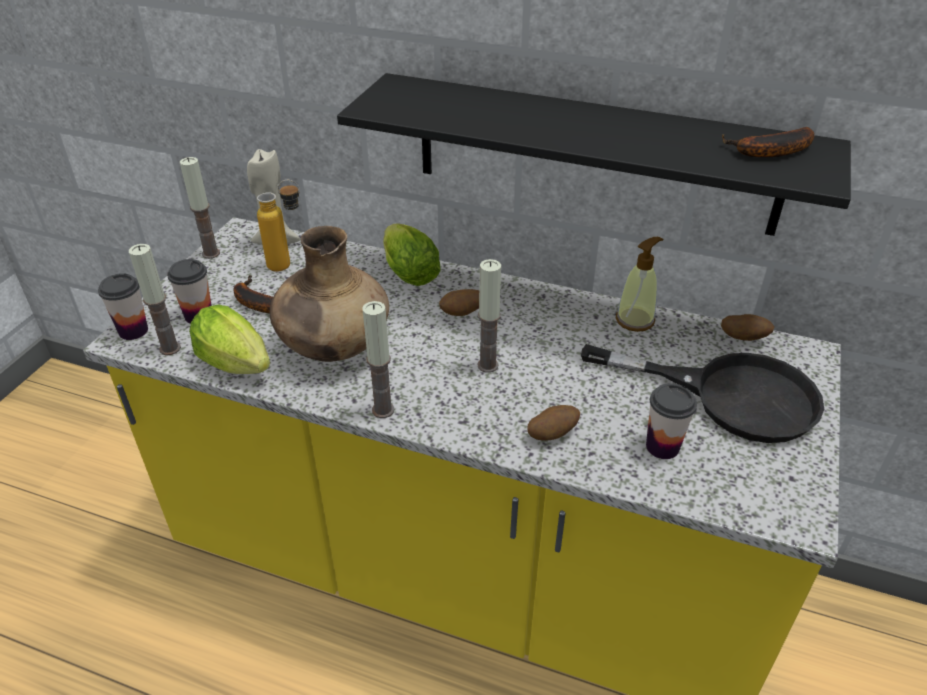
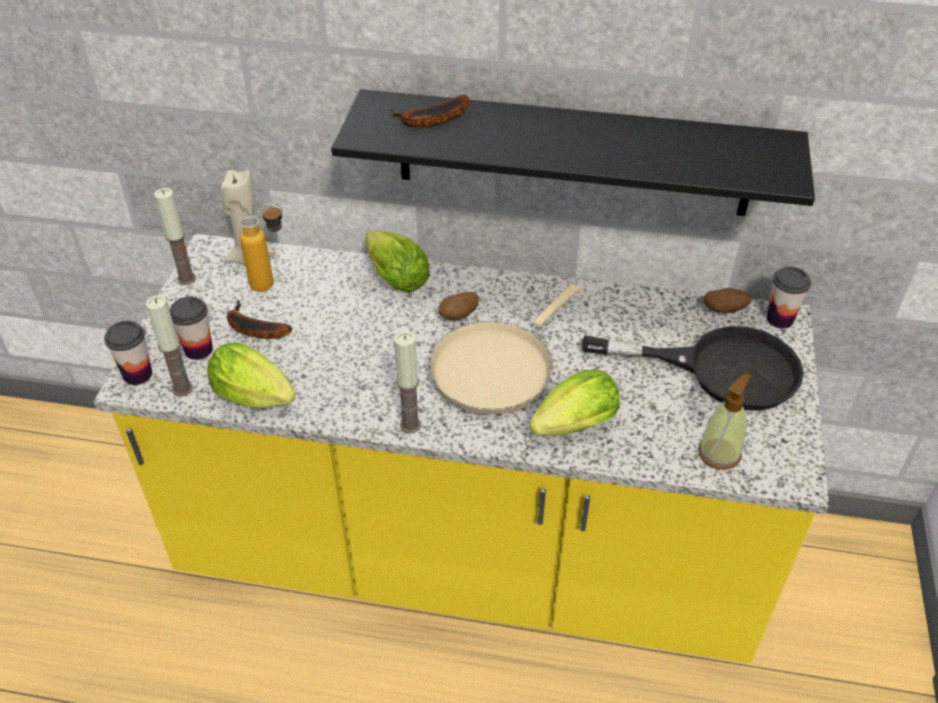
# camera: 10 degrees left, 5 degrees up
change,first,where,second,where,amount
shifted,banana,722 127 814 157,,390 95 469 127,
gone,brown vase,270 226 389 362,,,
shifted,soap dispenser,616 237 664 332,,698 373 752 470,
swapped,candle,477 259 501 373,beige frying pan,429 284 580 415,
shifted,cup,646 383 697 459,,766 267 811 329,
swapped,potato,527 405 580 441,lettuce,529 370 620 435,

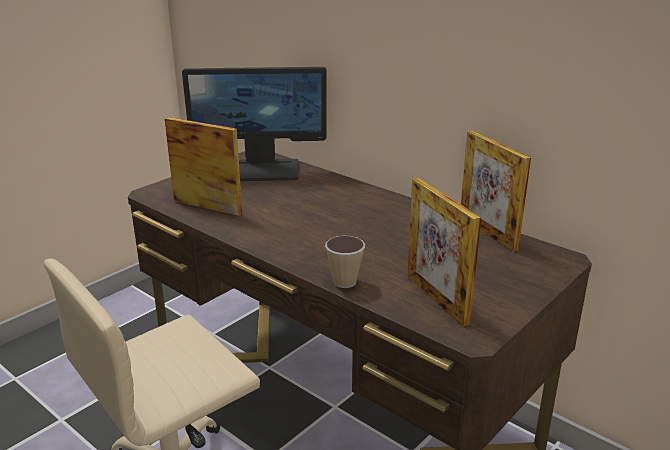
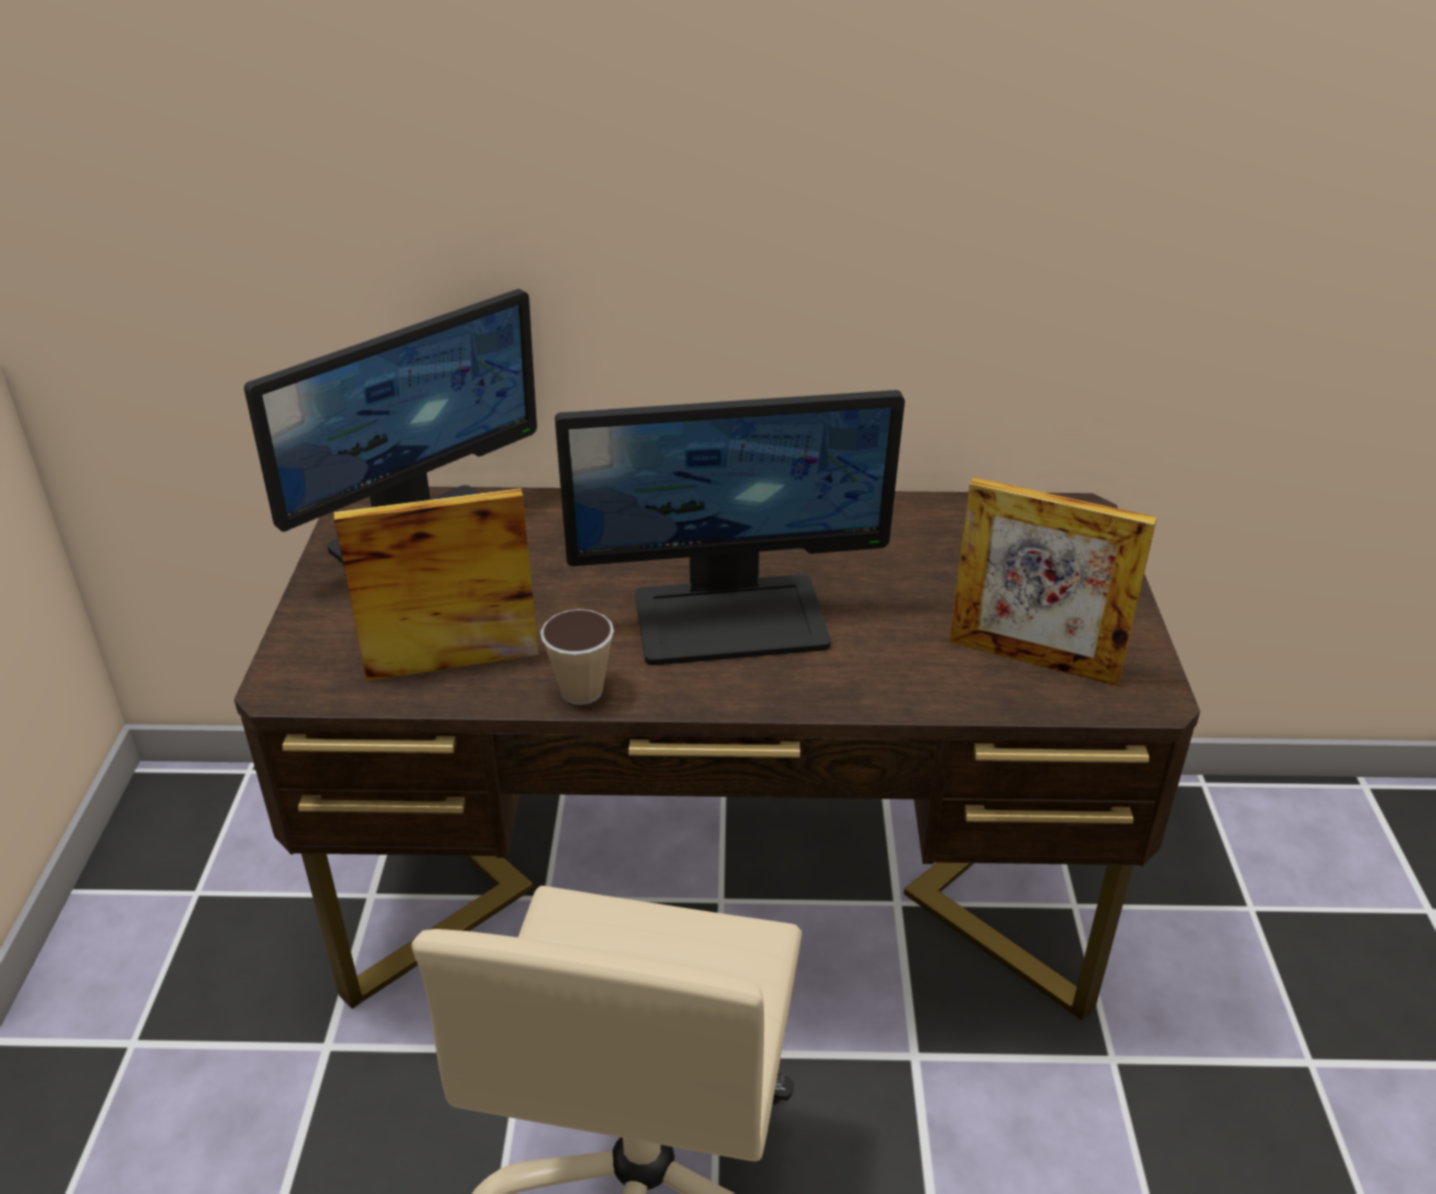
# camera: 40 degrees left, 10 degrees up
change,first,where,second,where,amount
gone,picture frame,461 131 531 252,,,
shifted,cup,325 236 365 288,,540 609 614 705,
new,,,monitor,555 390 905 665,

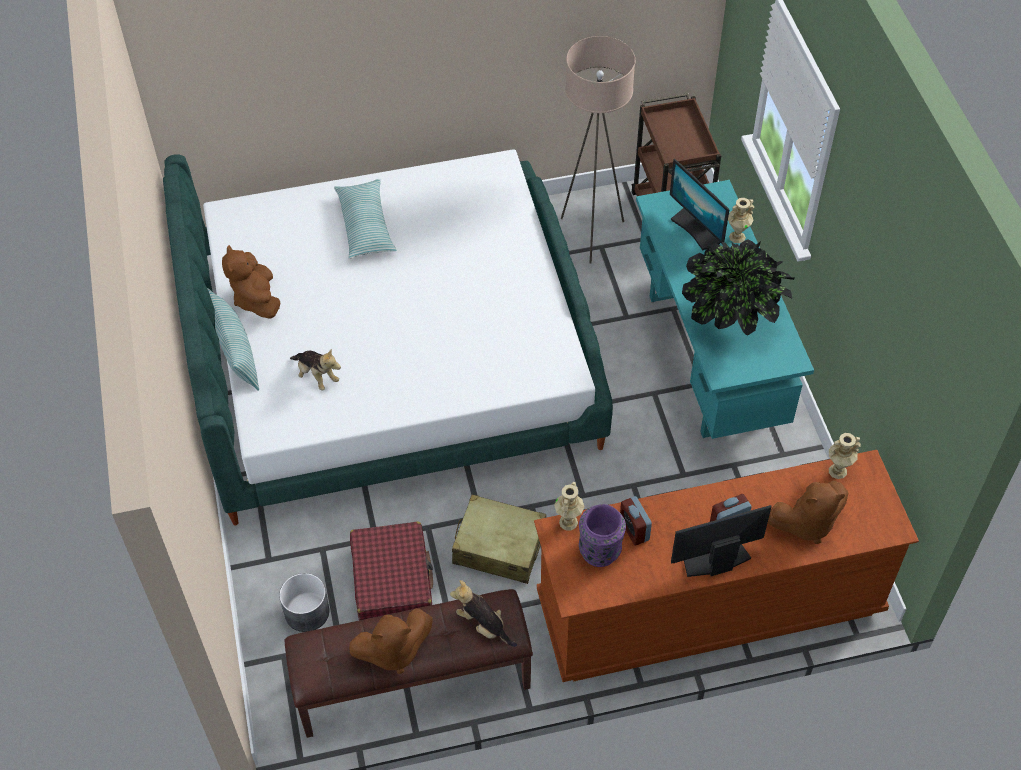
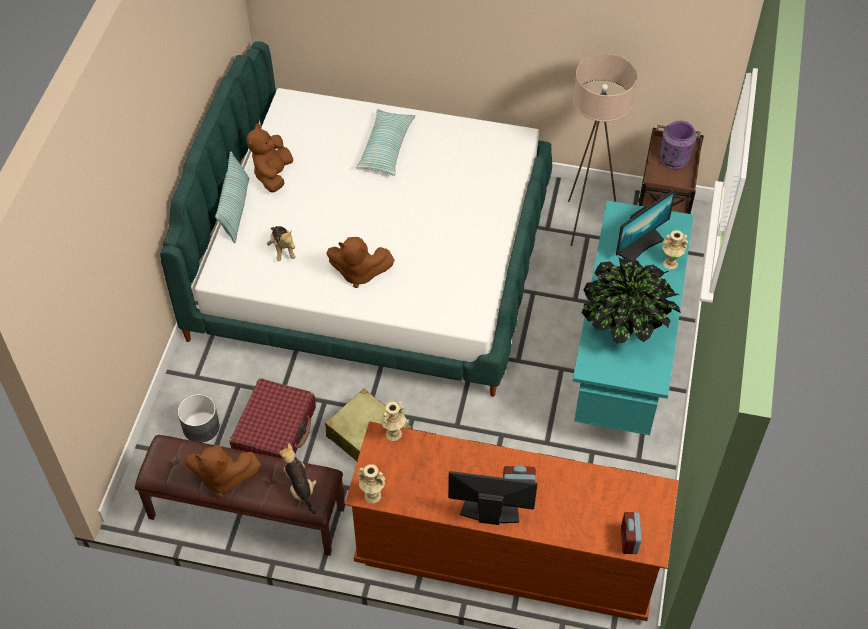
# camera: 25 degrees right, 0 degrees up
change,first,where,second,where,amount
rotated,monitor,670 159 730 250,,616 189 676 263,120 degrees counterclockwise
shifted,beige vase,829 433 861 479,,358 464 385 503,
shifted,brown plush toy,768 481 849 544,,326 237 395 288,
shifted,alarm clock,620 496 652 546,,621 512 642 554,
shifted,purple vase,579 504 626 567,,660 121 697 169,

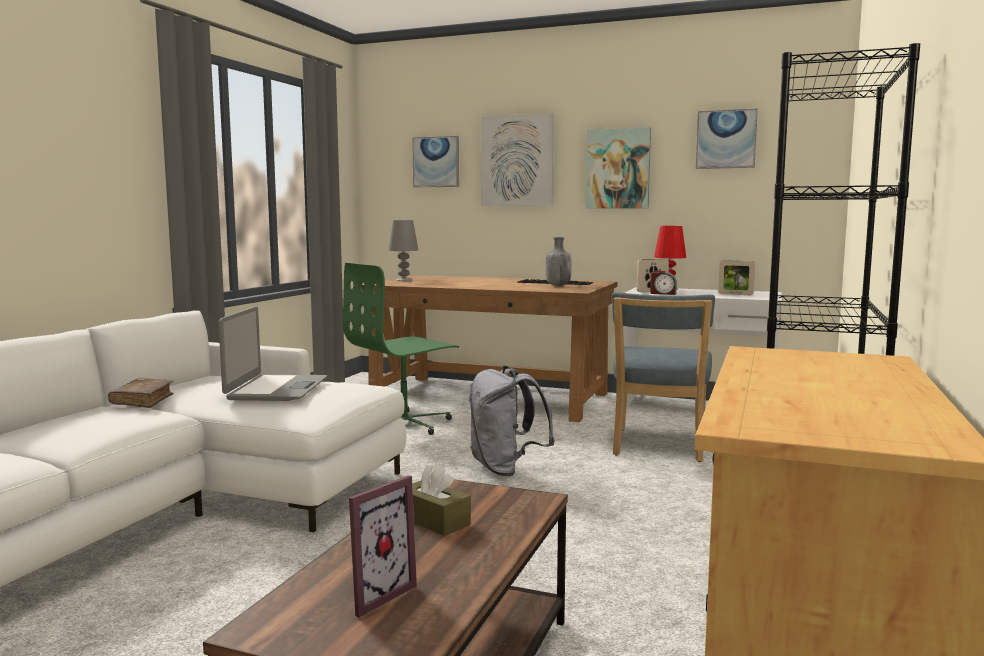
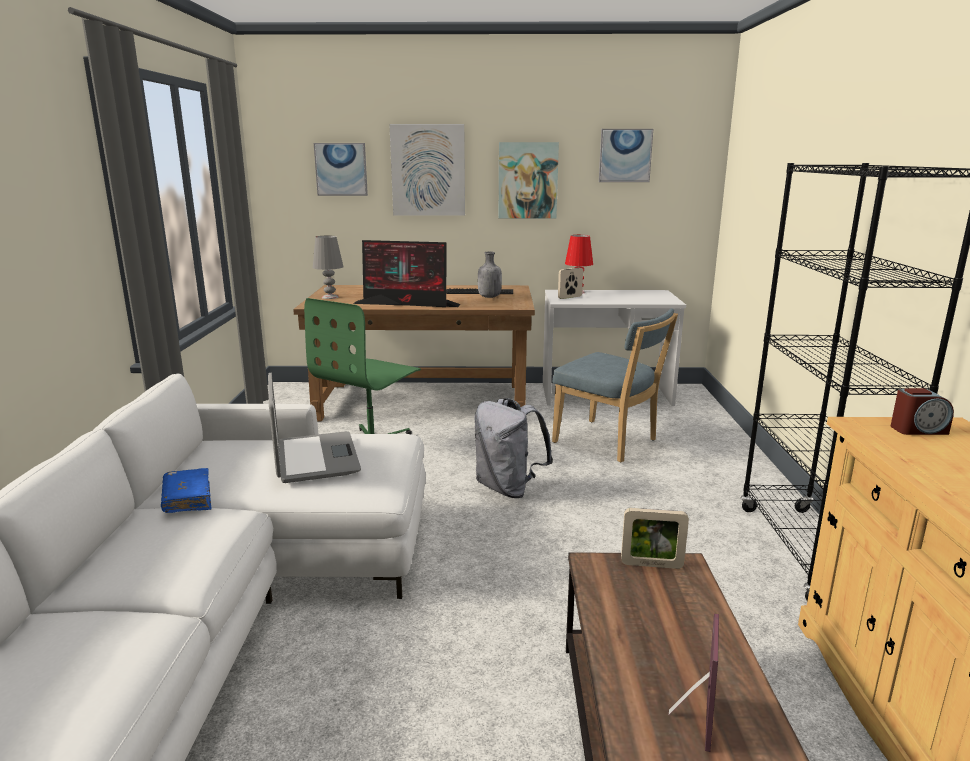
# camera: 20 degrees left, 10 degrees up
change,first,where,second,where,amount
shifted,picture frame,718 260 755 295,,621 508 689 569,
shifted,alarm clock,650 271 677 295,,891 388 954 435,
rotated,blue chair,612 292 715 462,,552 308 678 462,45 degrees counterclockwise
repainted,brown book,108 378 173 408,blue book,161 468 212 513,
gone,brown tissue box,412 463 471 536,,,
new,,,monitor,353 240 460 307,

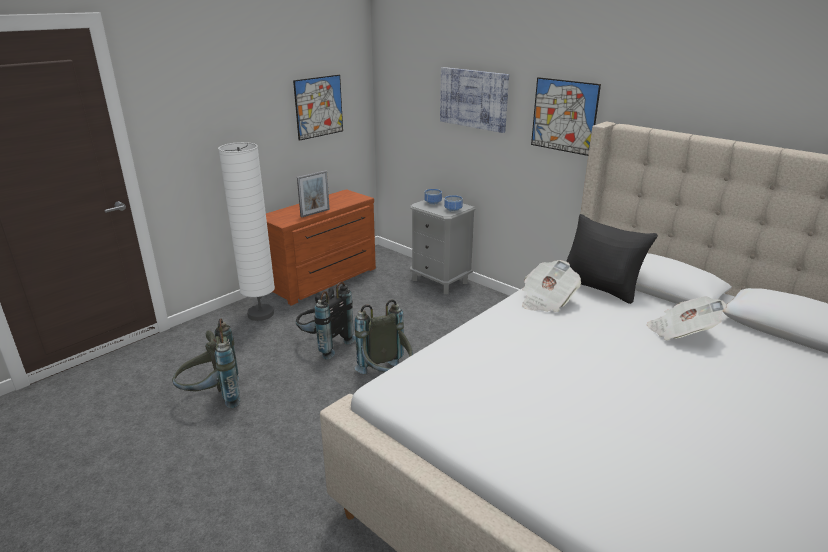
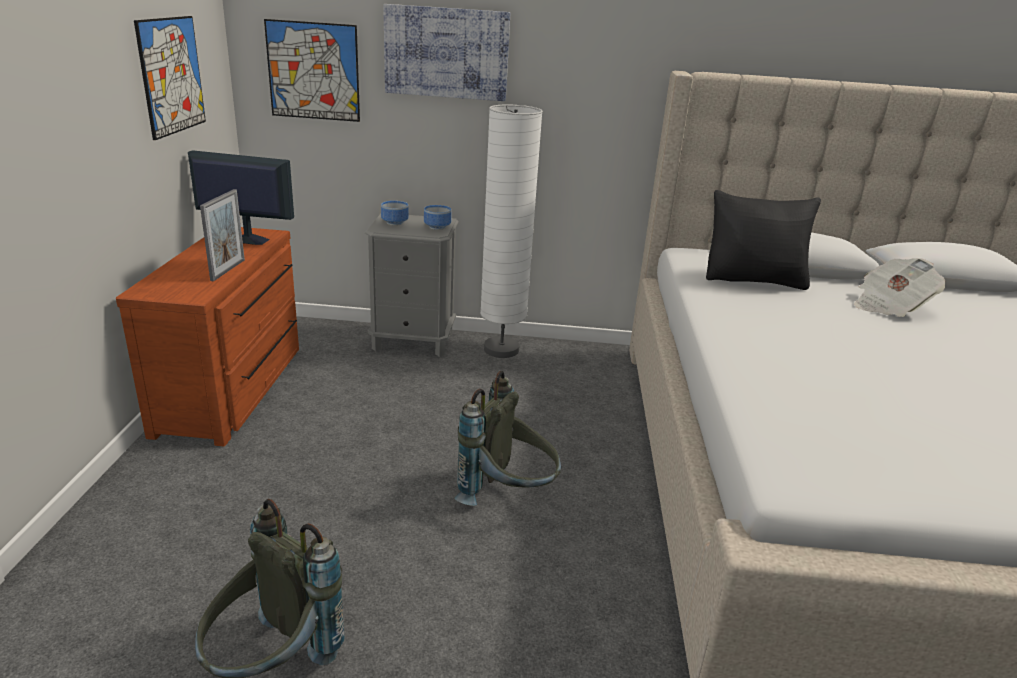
# camera: 40 degrees left, 0 degrees up
change,first,where,second,where,amount
shifted,picture,531 77 601 156,,264 19 360 122,
shifted,white floor lamp,218 142 275 321,,480 104 543 358,
gone,newspaper,522 260 581 312,,,
gone,black backpack,296 282 355 360,,,
new,,,monitor,188 150 294 245,

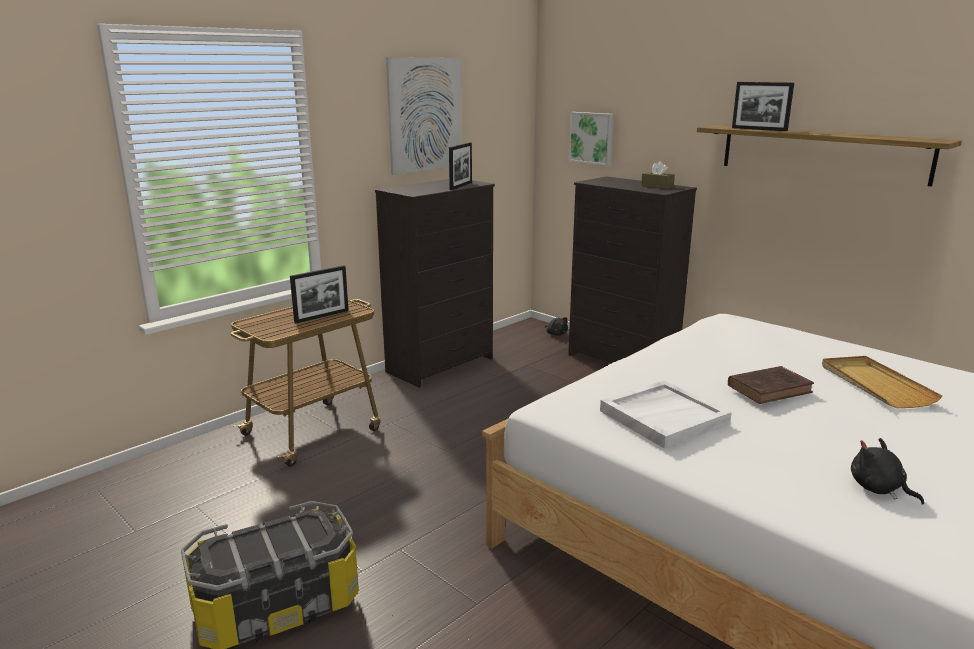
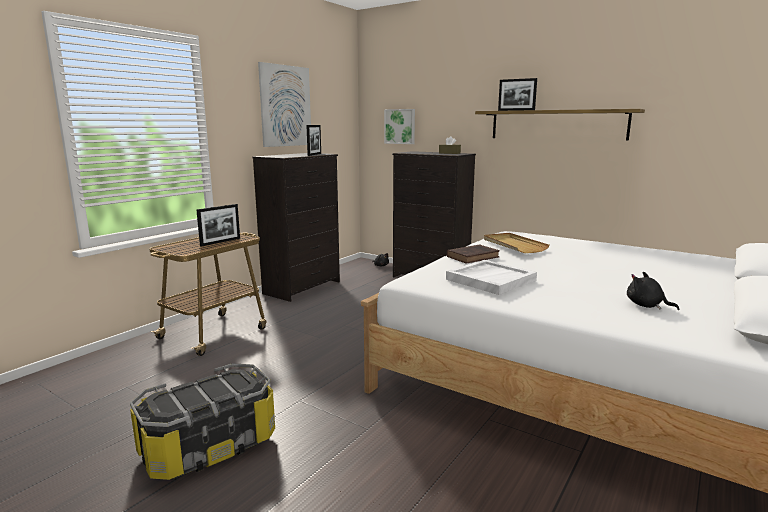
# camera: 10 degrees left, 5 degrees down
change,first,where,second,where,amount
shifted,beige tray,822 356 943 408,,484 233 550 253,
shifted,brown book,728 366 814 404,,447 245 500 264,

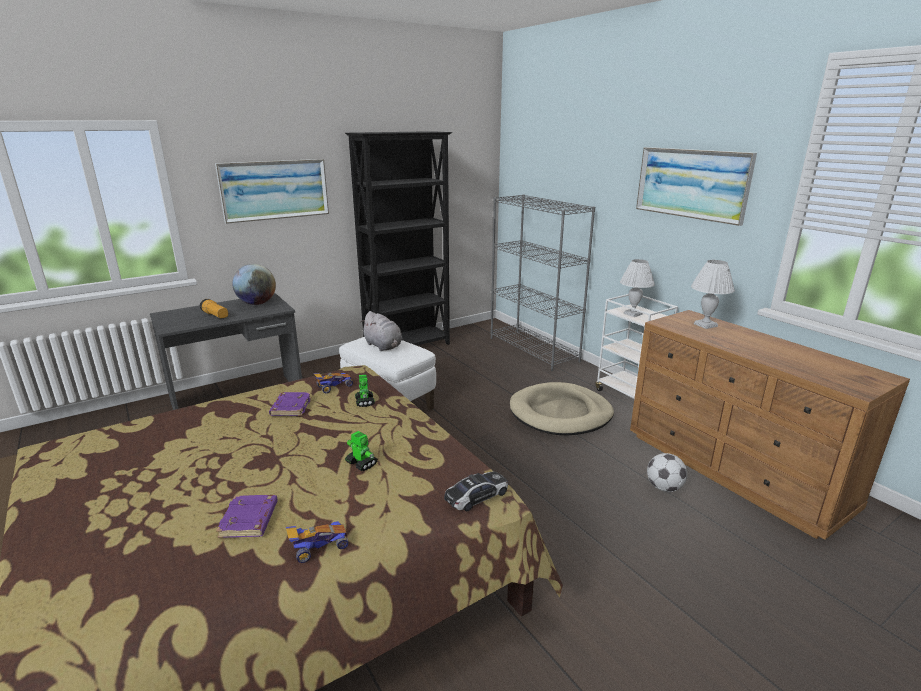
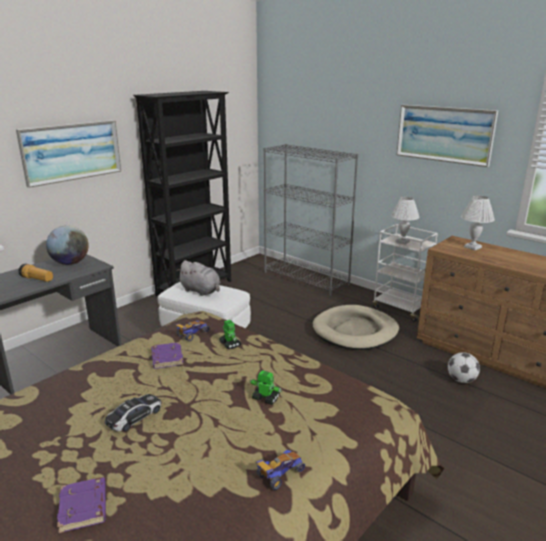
# camera: 15 degrees left, 0 degrees up
change,first,where,second,where,amount
shifted,toy car,444 471 508 511,,105 394 162 431,
shifted,purple book,216 495 278 538,,57 477 106 533,

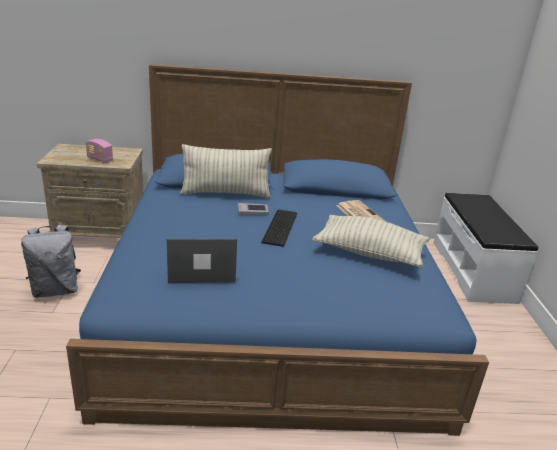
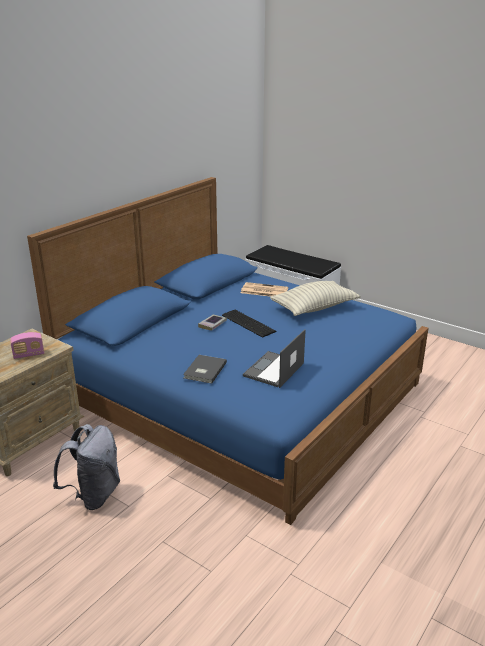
# camera: 50 degrees left, 0 degrees up
change,first,where,second,where,amount
gone,pillow,180 144 272 198,,,
new,,,grey book,183 355 227 384,

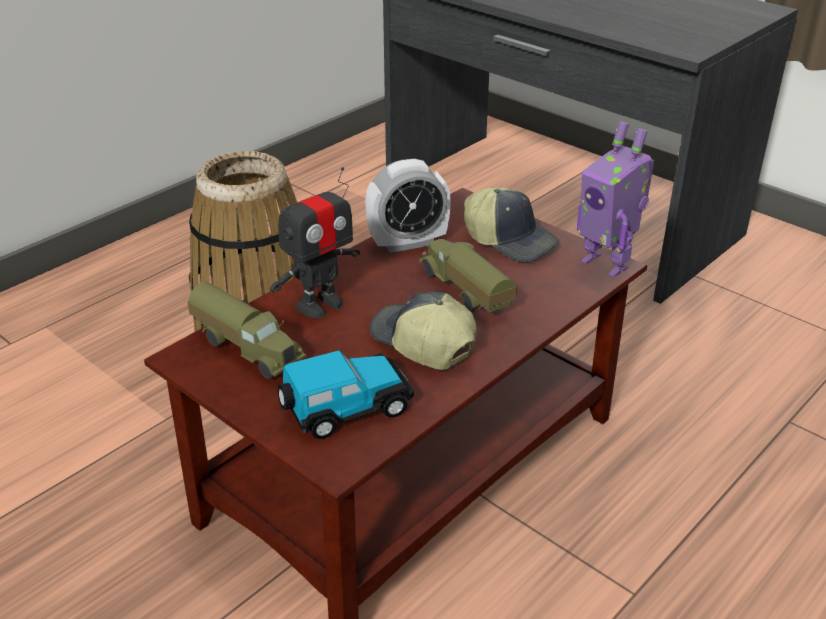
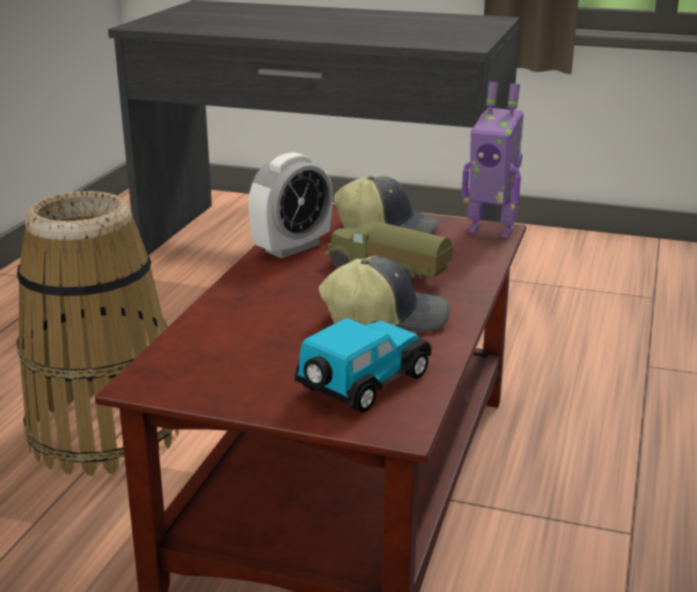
# camera: 25 degrees left, 10 degrees down
change,first,where,second,where,amount
gone,toy robot,270 167 360 318,,,
gone,toy truck,187 282 307 379,,,
rotated,cap,370 291 477 370,,319 256 450 332,150 degrees clockwise

